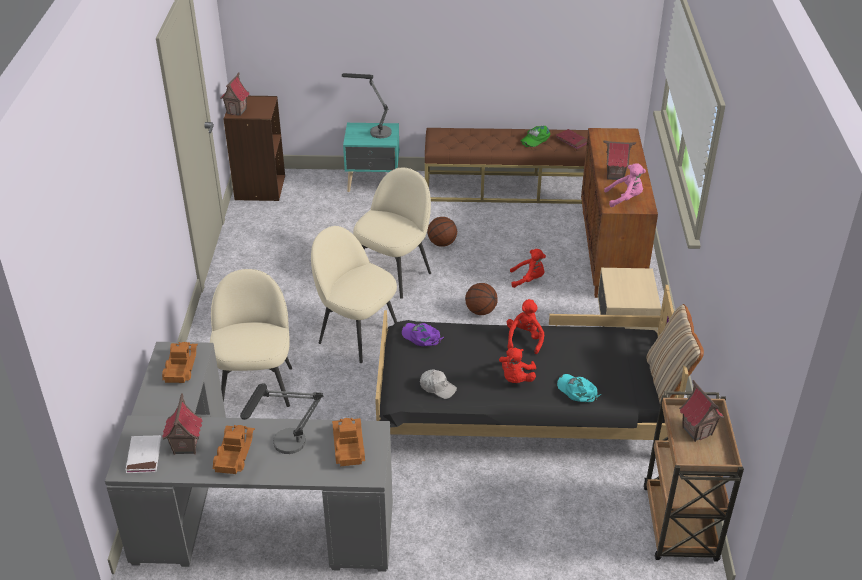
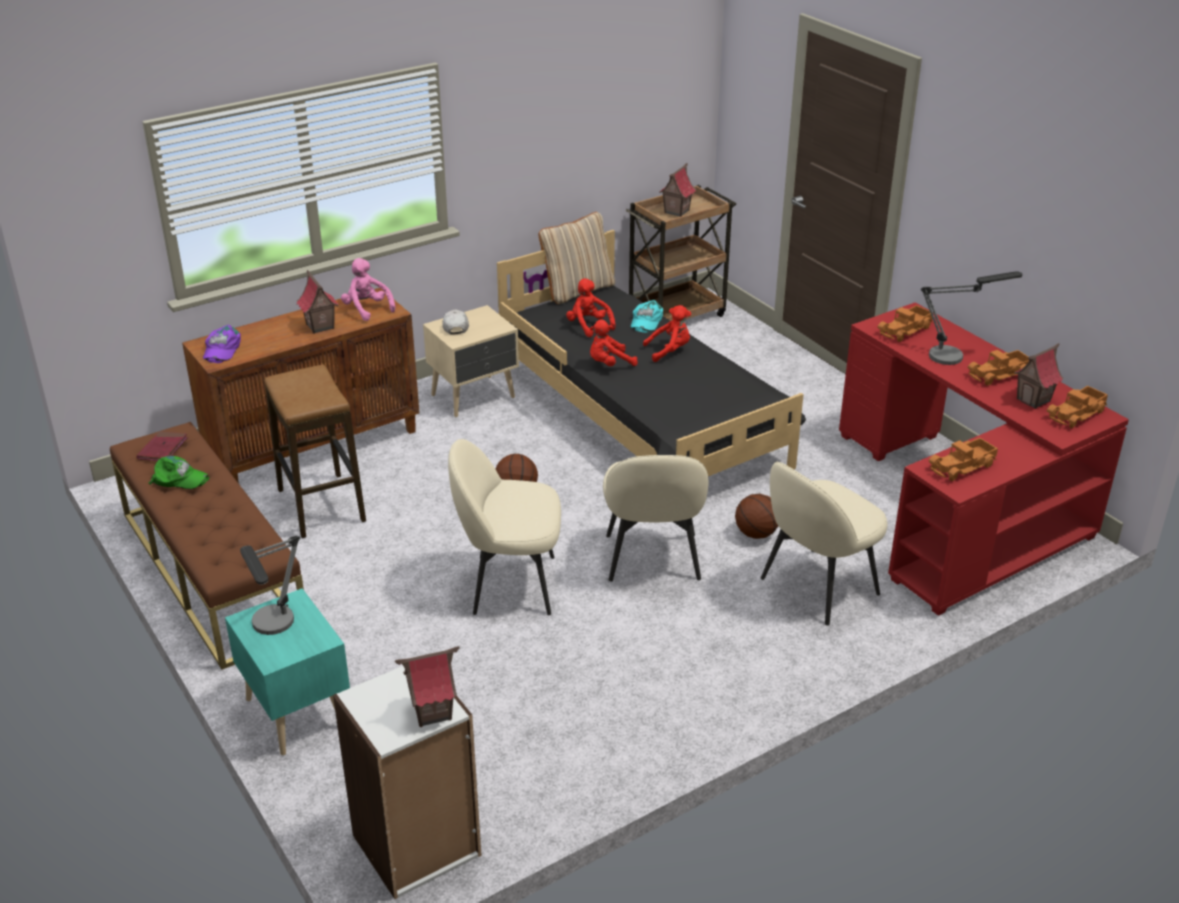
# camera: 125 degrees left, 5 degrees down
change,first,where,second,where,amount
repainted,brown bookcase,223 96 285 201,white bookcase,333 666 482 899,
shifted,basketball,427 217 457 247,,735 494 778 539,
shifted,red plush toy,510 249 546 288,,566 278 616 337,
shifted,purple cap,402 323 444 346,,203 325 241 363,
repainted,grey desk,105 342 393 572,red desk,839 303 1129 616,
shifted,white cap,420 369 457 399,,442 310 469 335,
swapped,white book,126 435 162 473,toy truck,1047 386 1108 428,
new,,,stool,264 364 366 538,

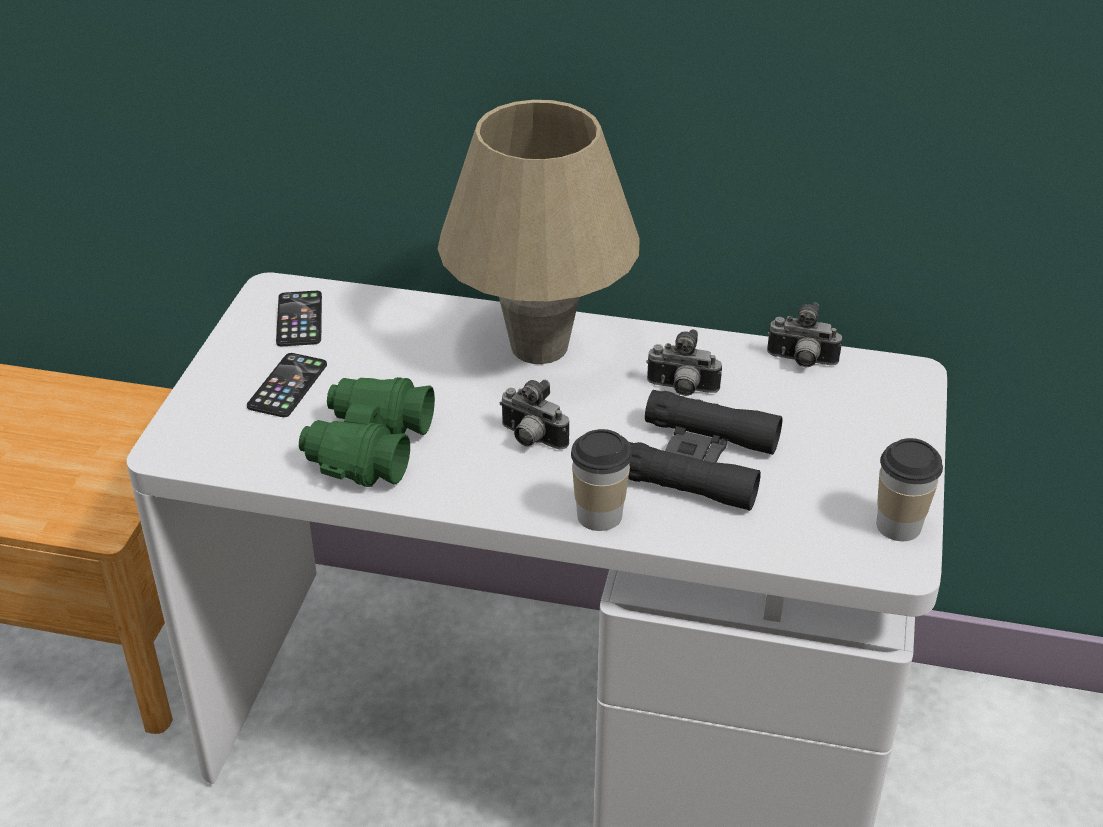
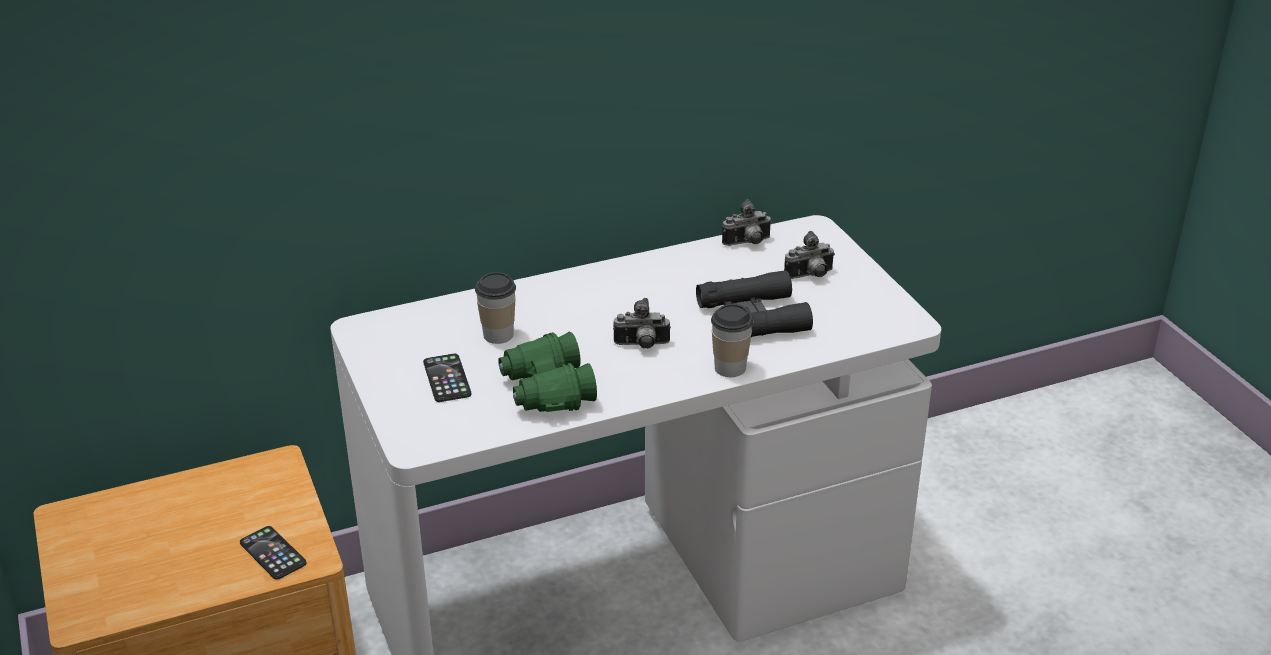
# camera: 35 degrees left, 5 degrees down
change,first,where,second,where,amount
gone,beige table lamp,438 100 640 364,,,
shifted,phone,276 291 322 346,,240 526 306 580,
shifted,photo camera,646 329 722 396,,784 231 835 279,
shifted,cup,877 438 943 541,,475 272 516 344,

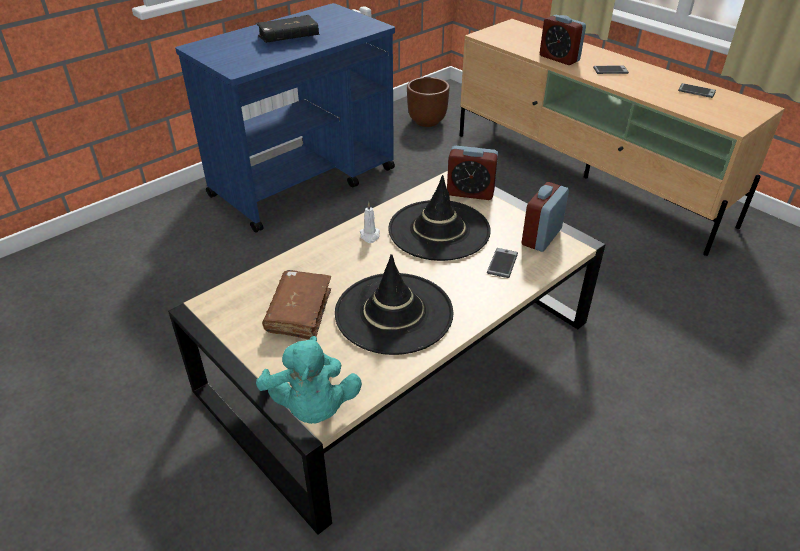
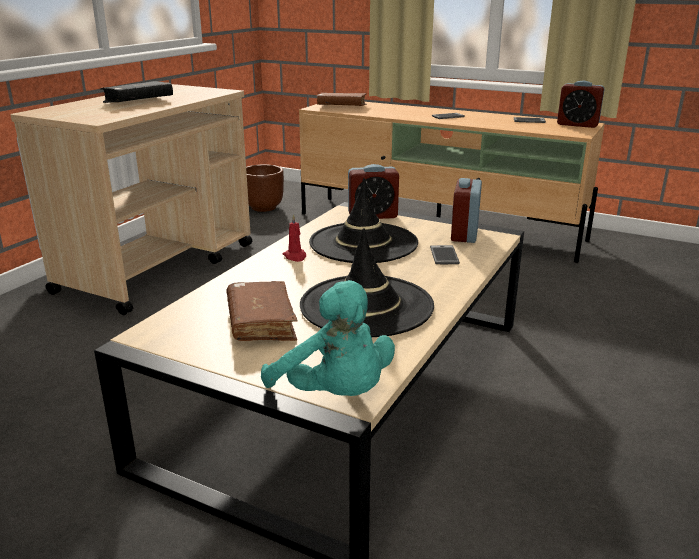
# camera: 20 degrees left, 15 degrees down
change,first,where,second,where,amount
repainted,blue cart,175 3 395 233,beige cart,10 84 253 315,
shifted,alarm clock,540 15 586 65,,557 81 605 128,
repainted,white candle,360 202 380 243,red candle,282 214 306 262,
new,,,brown book,317 93 366 106,

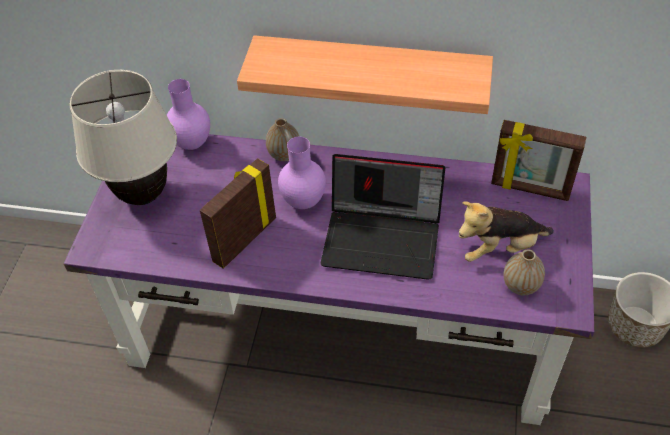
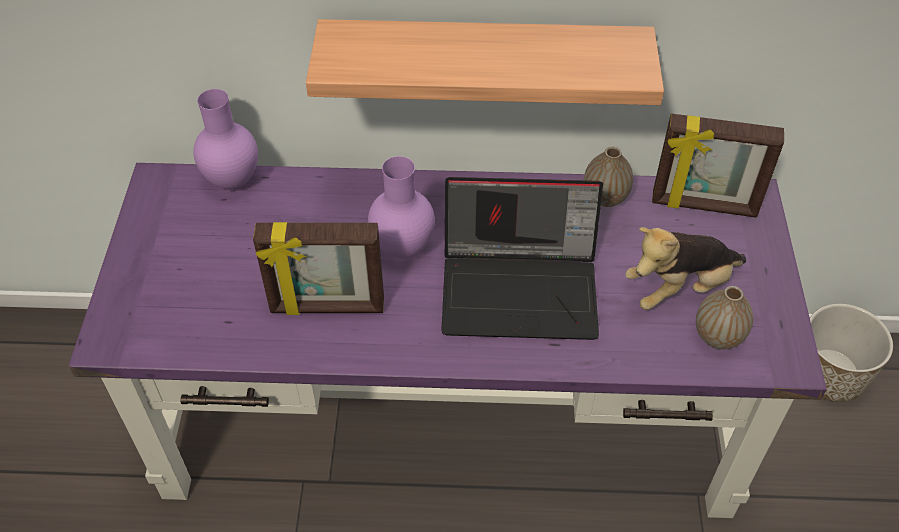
# camera: 10 degrees left, 0 degrees up
change,first,where,second,where,amount
gone,beige table lamp,70 70 177 205,,,
shifted,vase,266 118 300 161,,584 147 633 207,
rotated,picture frame,200 158 276 269,,253 222 384 315,120 degrees counterclockwise

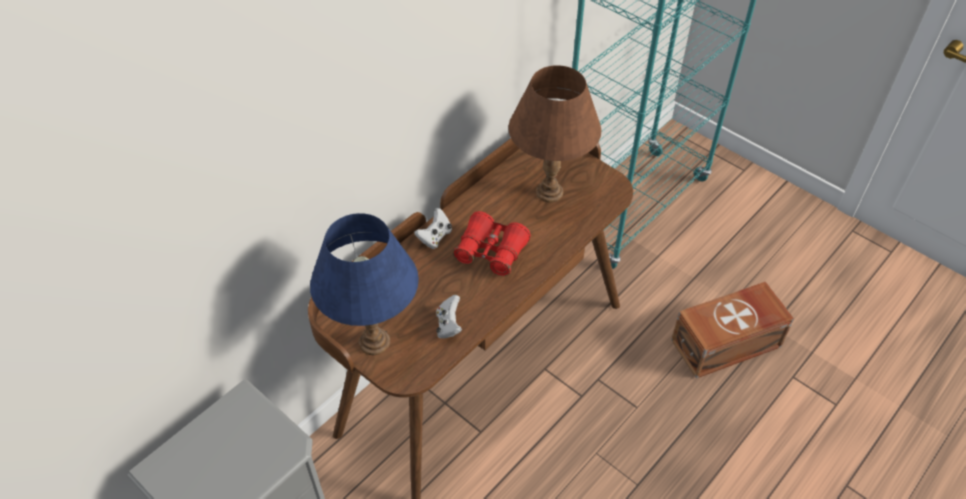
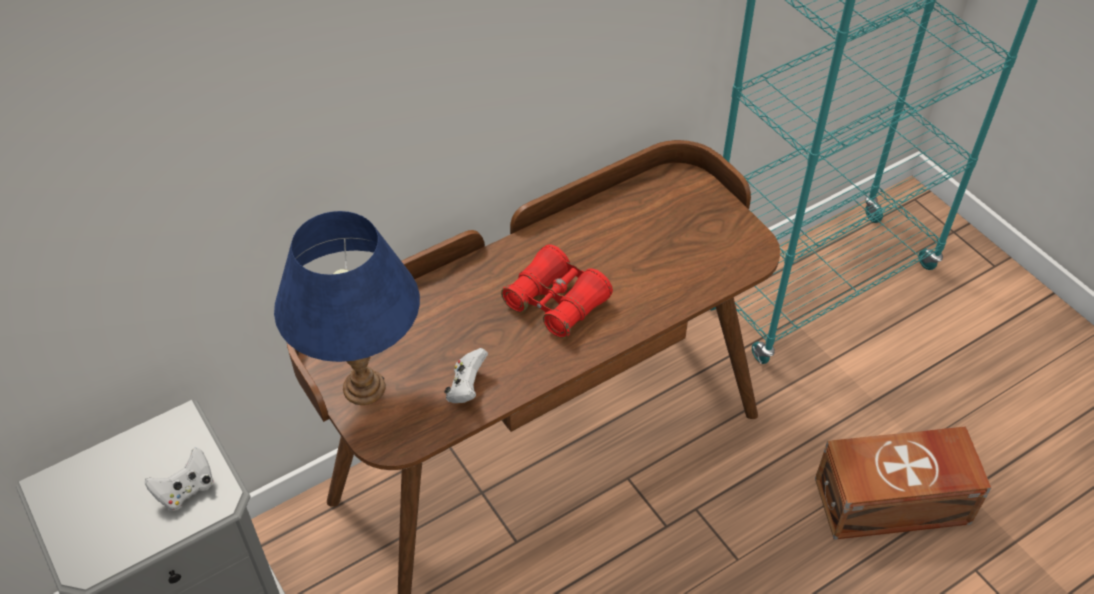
# camera: 15 degrees right, 0 degrees up
change,first,where,second,where,amount
gone,brown table lamp,508 65 602 202,,,
shifted,white game controller,414 208 452 249,,145 447 214 511,

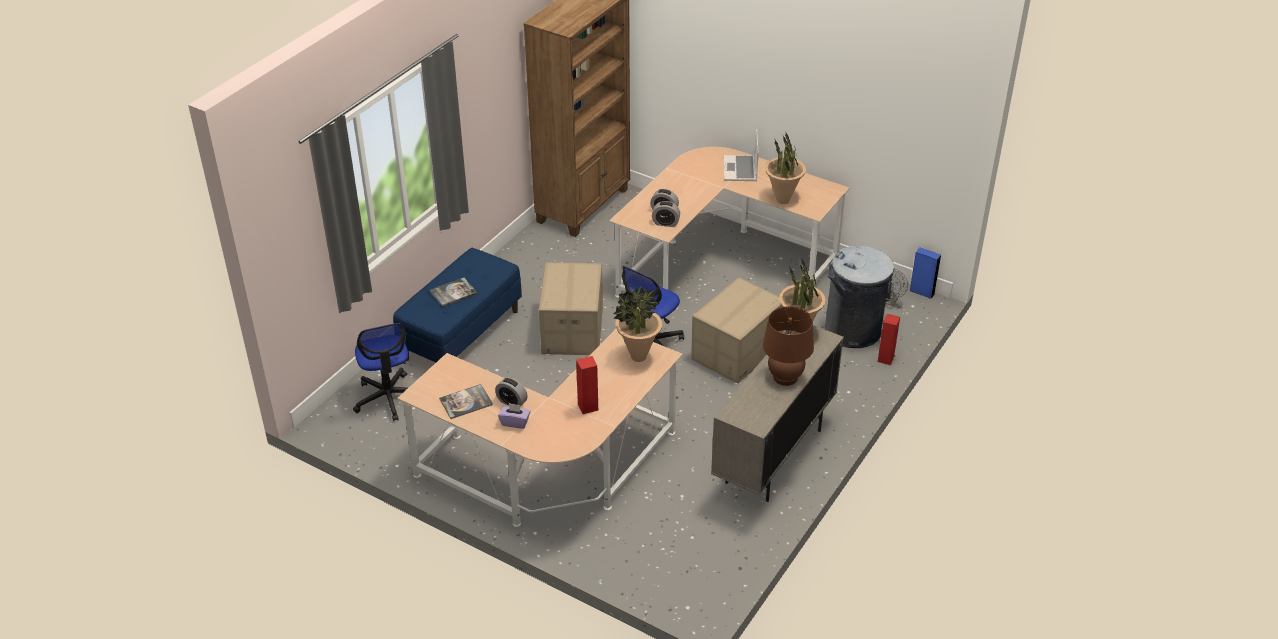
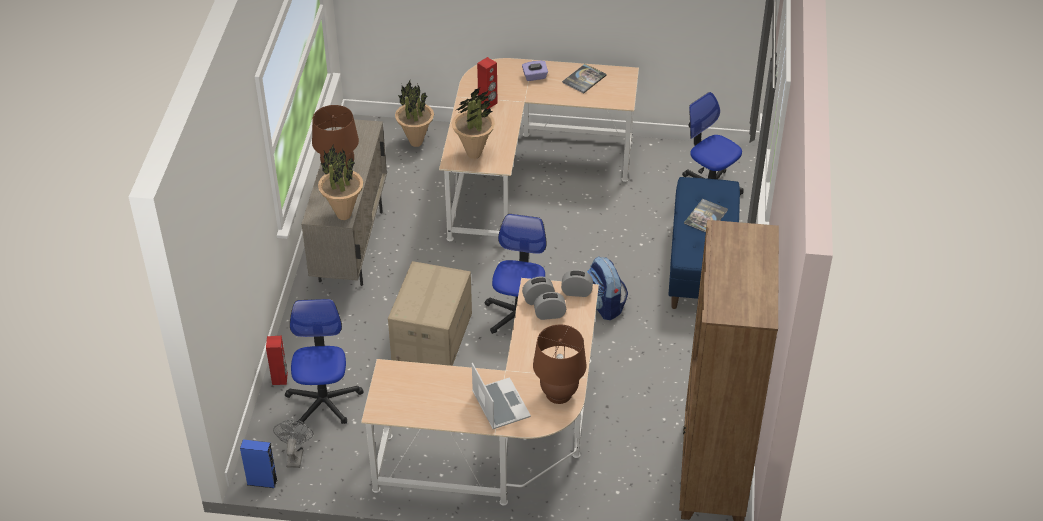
# camera: 155 degrees right, 5 degrees up
change,first,where,second,where,amount
shifted,potted plant,765 133 806 204,,395 81 434 147,
swapped,grey trash can,825 246 894 348,office chair,285 299 363 425,
swapped,cardboard box,539 262 603 355,backpack,587 256 628 320,
shifted,alarm clock,495 377 528 406,,561 270 593 297,
new,,,brown table lamp,533 325 586 404,

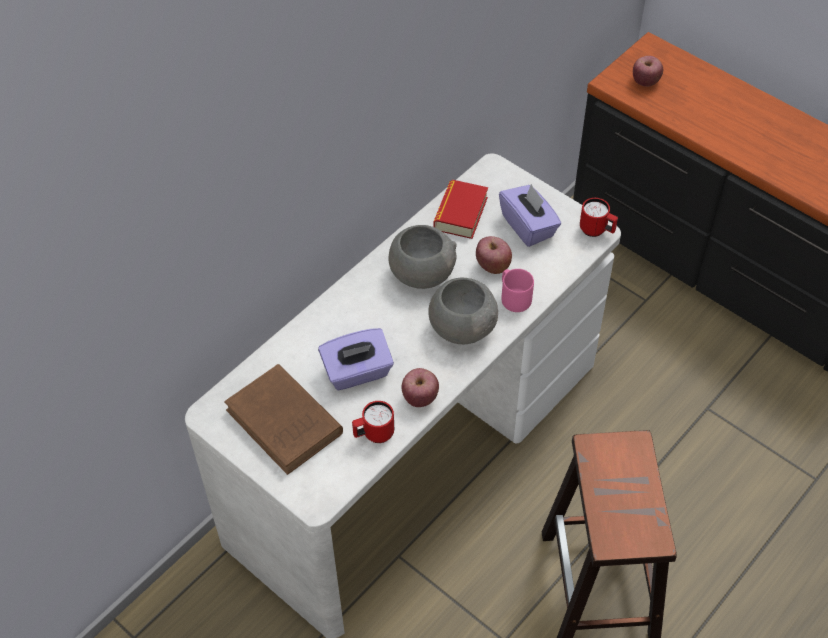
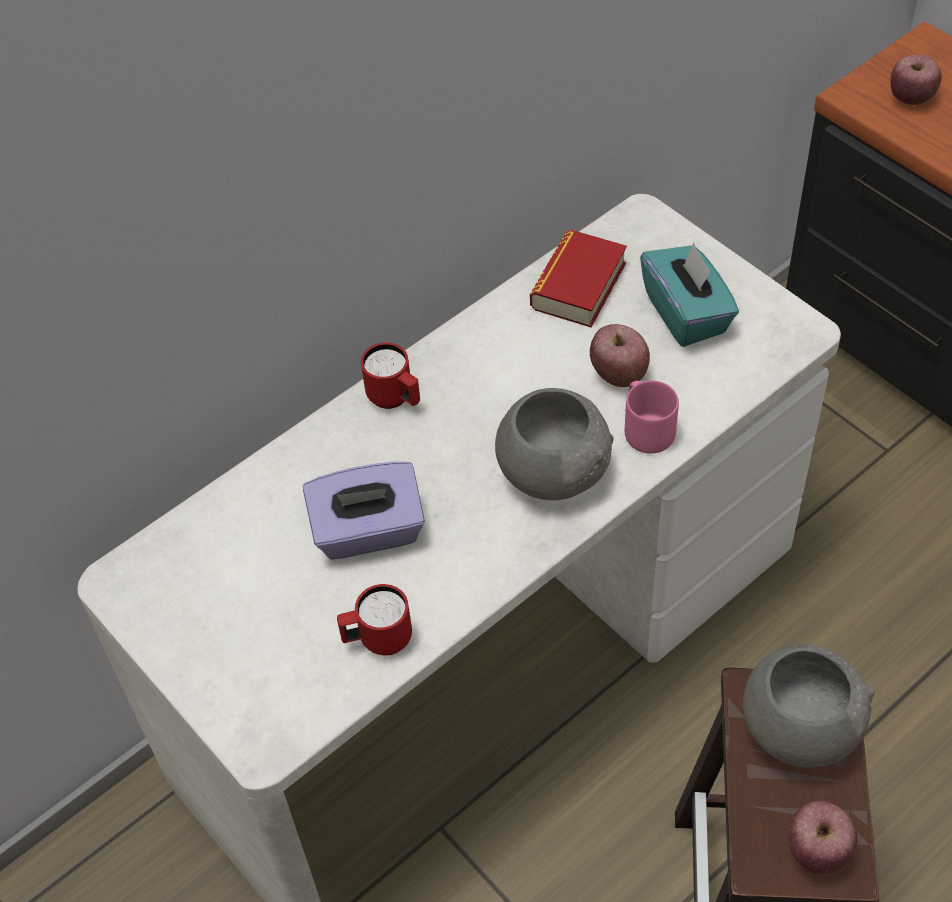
# camera: 10 degrees right, 0 degrees up
change,first,where,second,where,amount
repainted,purple tissue box,499 184 561 247,turquoise tissue box,640 242 739 347,
shifted,red mug,580 198 618 237,,361 343 420 409,
shifted,grey bowl,389 225 457 289,,743 644 875 768,
gone,brown book,225 364 343 475,,,
shifted,apple,402 368 439 407,,788 800 857 873,

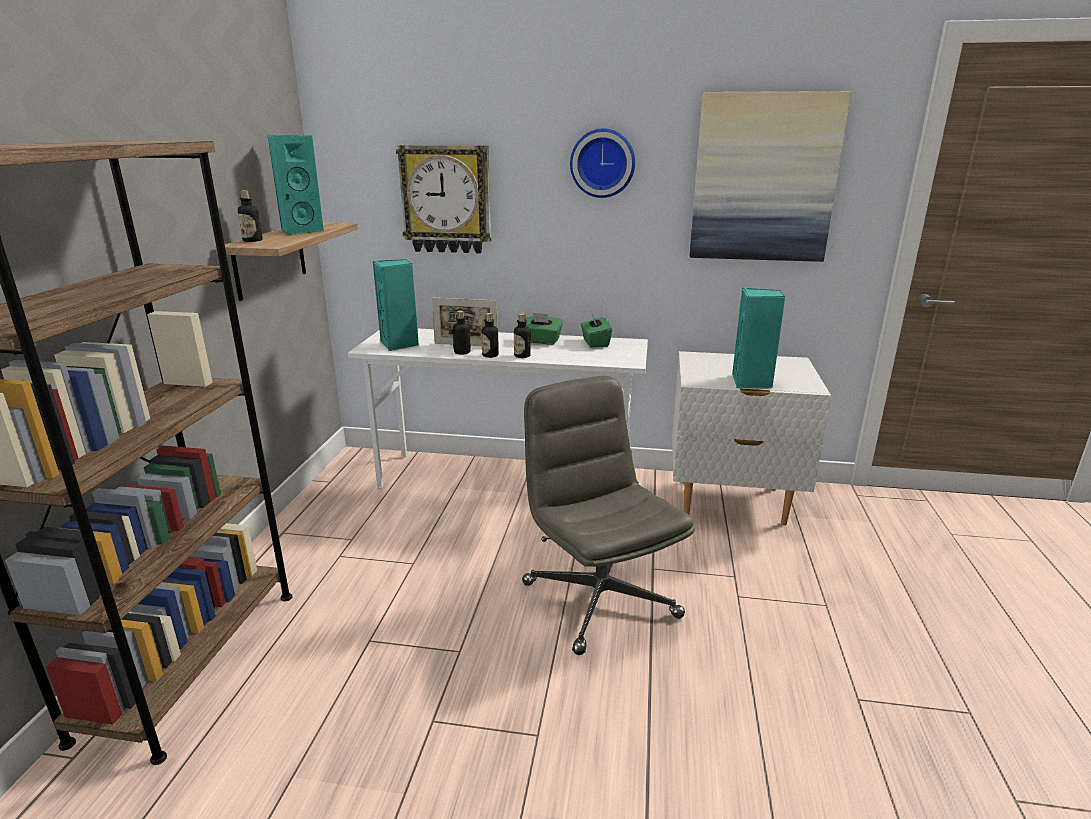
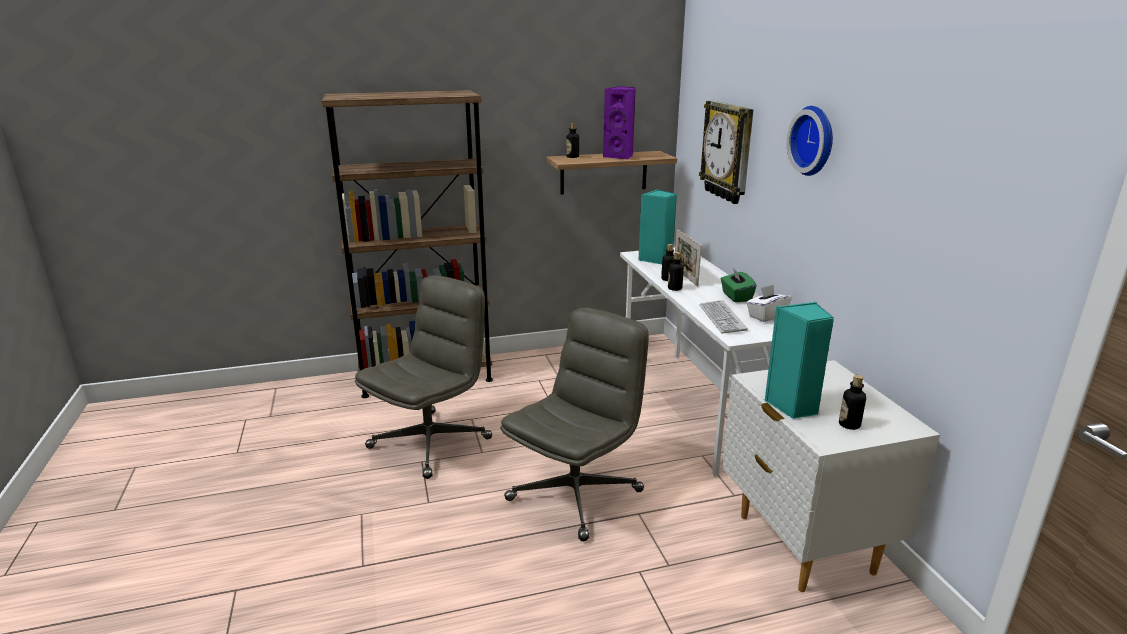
# camera: 65 degrees right, 0 degrees up
change,first,where,second,where,amount
gone,picture,689 91 851 262,,,
repainted,turquoise speaker,268 135 324 235,purple speaker,603 87 636 159,
repainted,green tissue box,581 312 612 347,white tissue box,746 284 792 322,
shifted,bottle,514 313 531 358,,839 375 866 430,
new,,,grey office chair,355 275 492 479,
new,,,keyboard,699 300 748 333,

